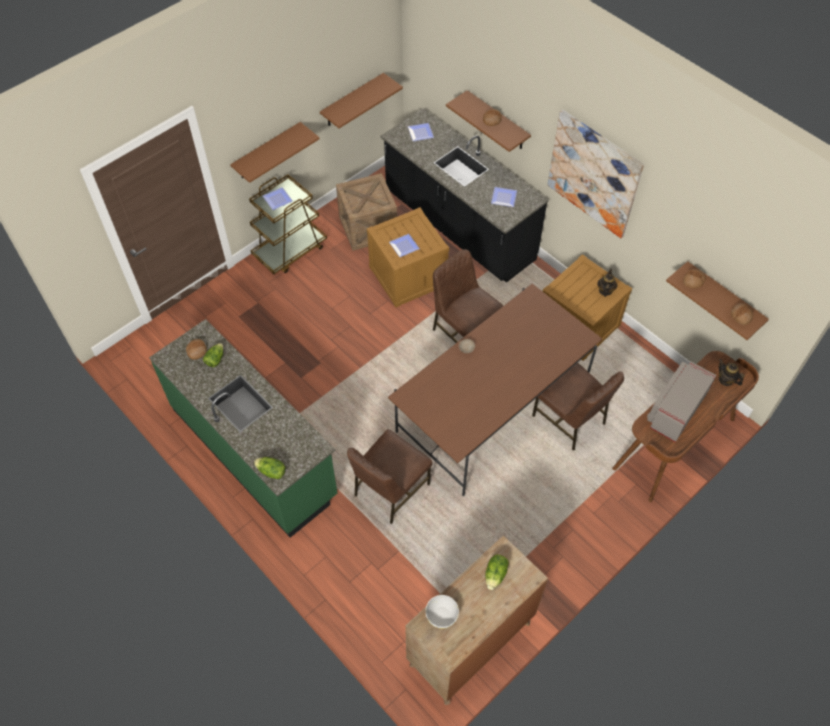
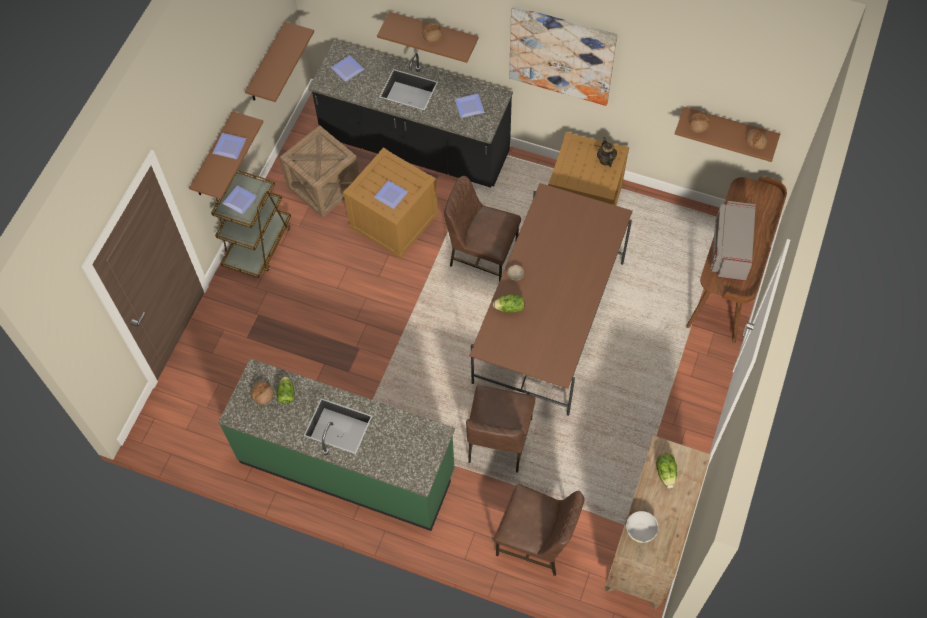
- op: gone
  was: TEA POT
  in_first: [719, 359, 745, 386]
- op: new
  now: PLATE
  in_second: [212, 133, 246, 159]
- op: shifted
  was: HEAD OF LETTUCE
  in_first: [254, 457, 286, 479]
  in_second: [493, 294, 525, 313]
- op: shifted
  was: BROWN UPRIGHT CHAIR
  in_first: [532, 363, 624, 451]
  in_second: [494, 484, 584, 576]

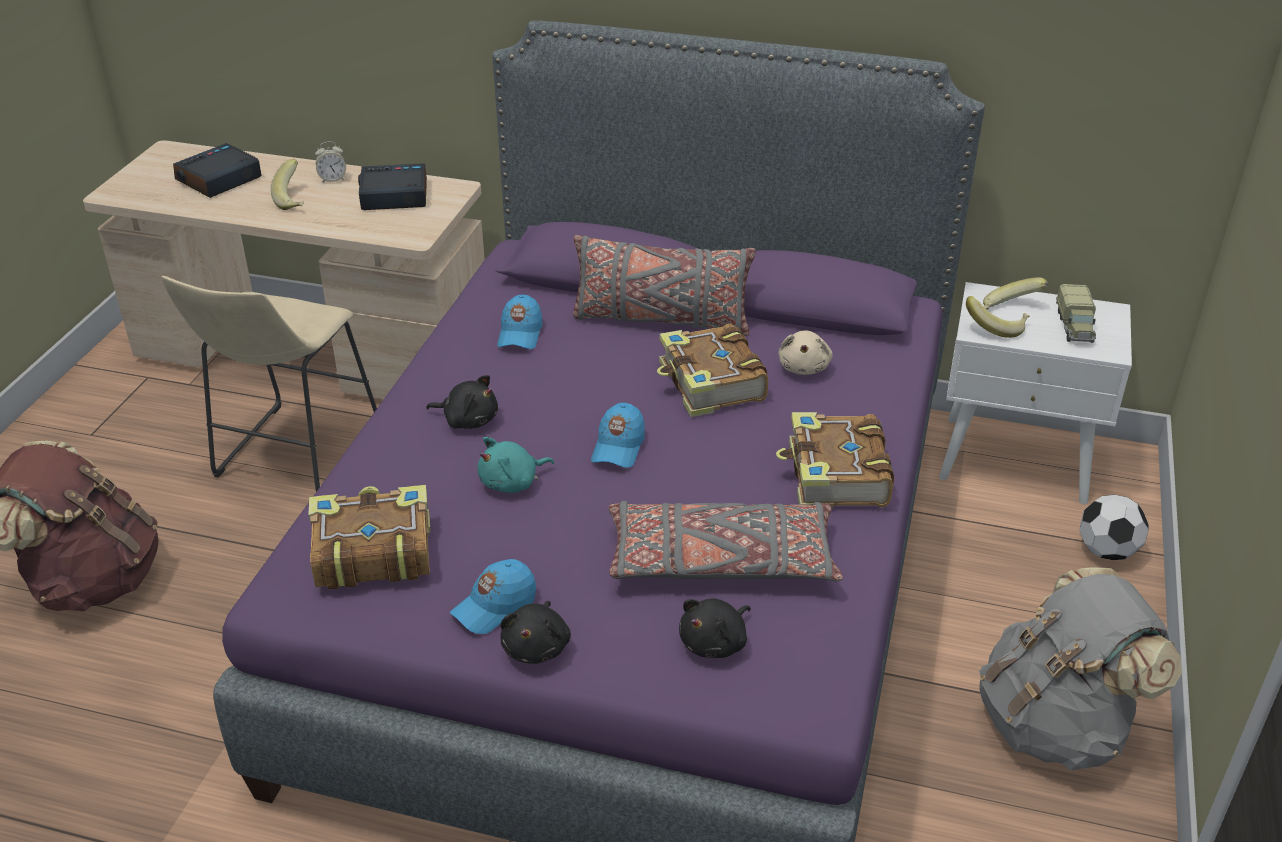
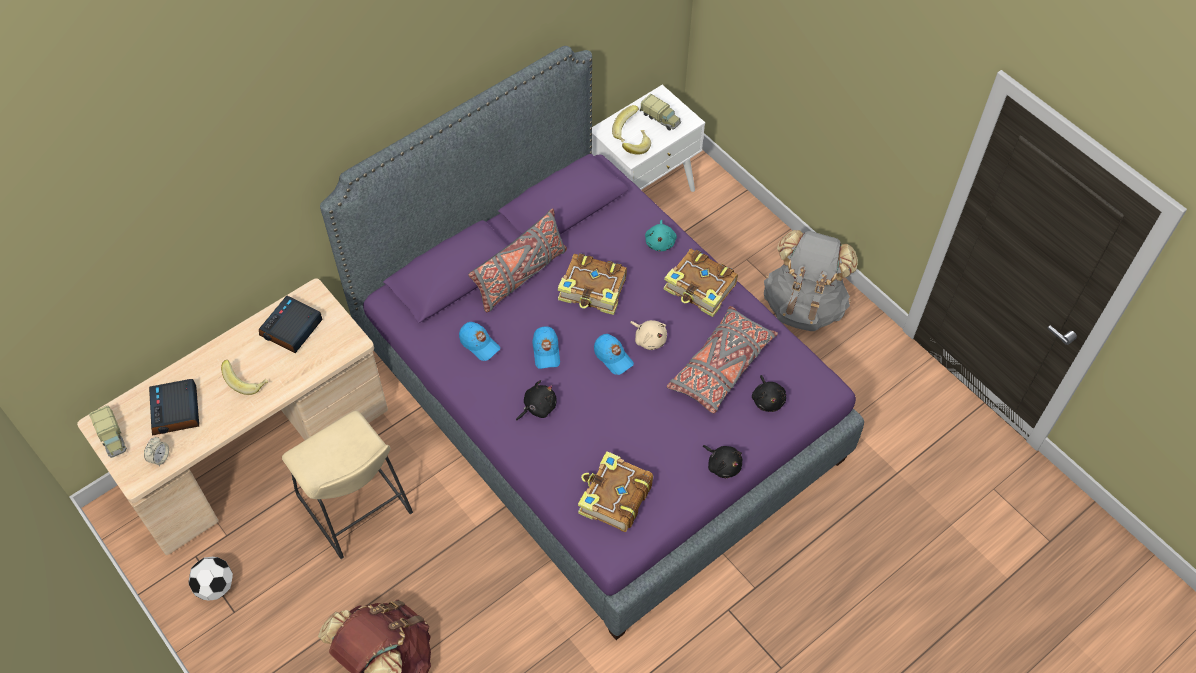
- op: new
  now: TOY LORRY
  in_second: [89, 406, 127, 458]
- op: shifted
  was: ALARM CLOCK
  in_first: [315, 141, 346, 182]
  in_second: [144, 437, 169, 466]
- op: shifted
  was: BLUE-COLOURED BASEBALL CAP
  in_first: [450, 559, 536, 634]
  in_second: [533, 326, 560, 369]
- op: shifted
  was: TURQUOISE-COLOURED SOFT TOY
  in_first: [477, 437, 554, 493]
  in_second: [645, 220, 677, 251]
- op: shifted
  was: SAND-COLOURED SOFT TOY
  in_first: [778, 330, 833, 375]
  in_second: [630, 320, 667, 350]
- op: shifted
  was: FOOTBALL BALL
  in_first: [1079, 495, 1149, 560]
  in_second: [188, 557, 233, 601]

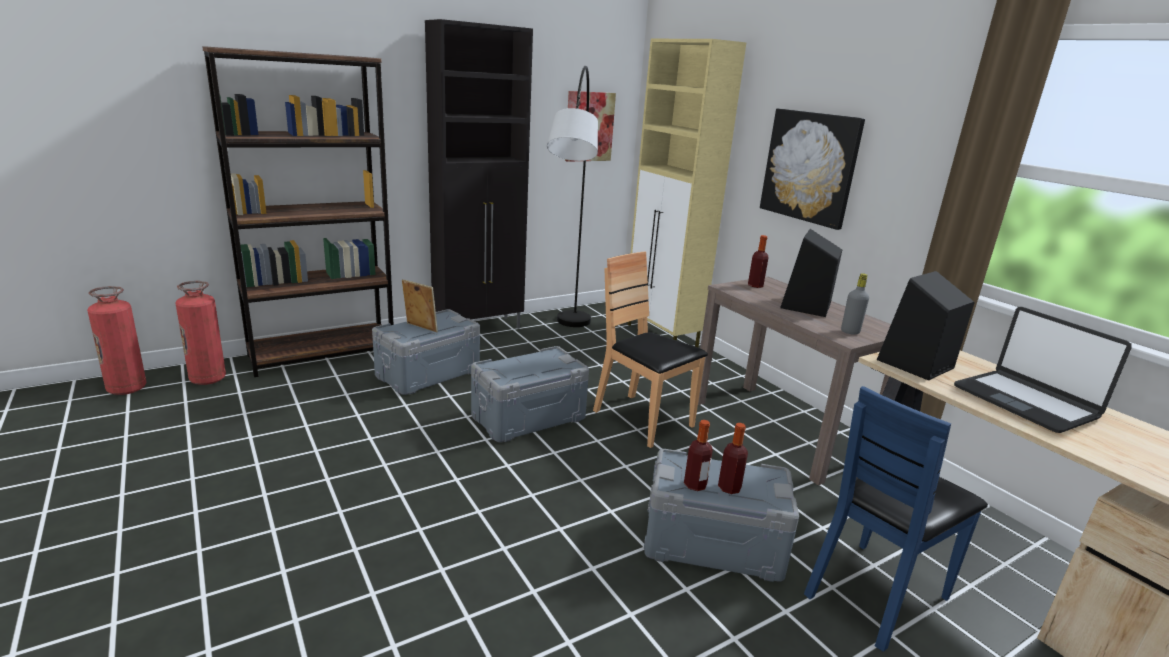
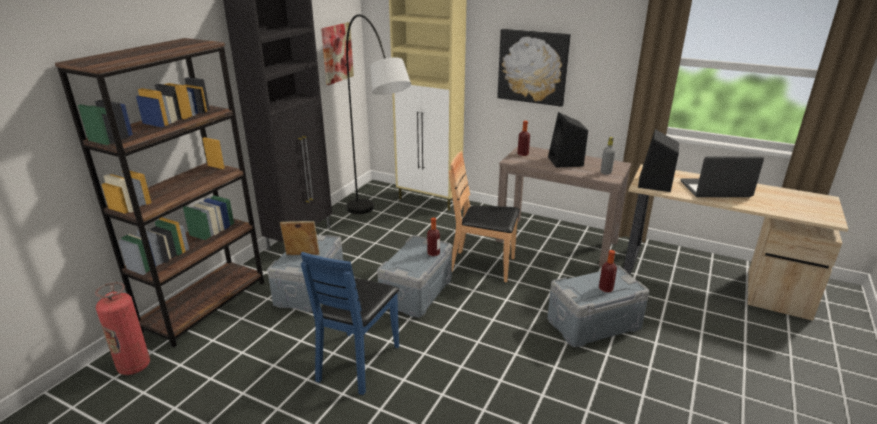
- op: gone
  was: FIRE-FIGHTING CYLINDER
  in_first: [87, 286, 146, 395]
- op: shifted
  was: BOTTLE
  in_first: [684, 420, 713, 491]
  in_second: [427, 217, 440, 256]
- op: shifted
  was: BLUE-COLOURED UPRIGHT CHAIR
  in_first: [804, 386, 988, 652]
  in_second: [301, 252, 399, 395]
- op: rotated
  was: NOTEBOOK COMPUTER
  in_first: [954, 307, 1132, 433]
  in_second: [680, 156, 764, 197]
  clockwise: 150

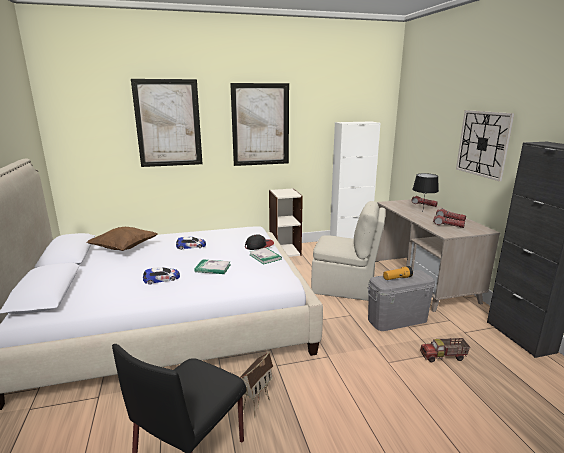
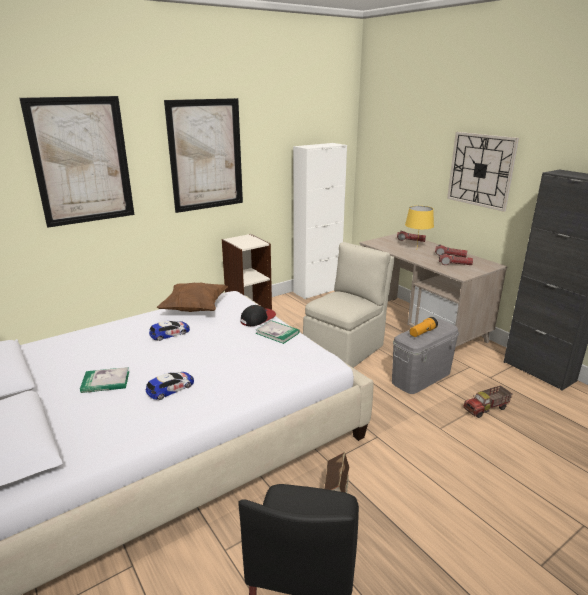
- op: shifted
  was: BROWN CUSHION
  in_first: [87, 227, 157, 251]
  in_second: [156, 282, 228, 312]
- op: shifted
  was: BOUND BOOK
  in_first: [194, 259, 231, 274]
  in_second: [80, 367, 129, 393]
- op: repainted
  was: BLACK TABLETOP LAMP
  now: YELLOW-COLOURED TABLETOP LAMP
  in_first: [412, 173, 439, 207]
  in_second: [405, 206, 434, 245]
- op: rotated
  was: SAND-COLOURED UPRIGHT CHAIR
  in_first: [311, 201, 385, 301]
  in_second: [303, 242, 395, 368]
  clockwise: -45

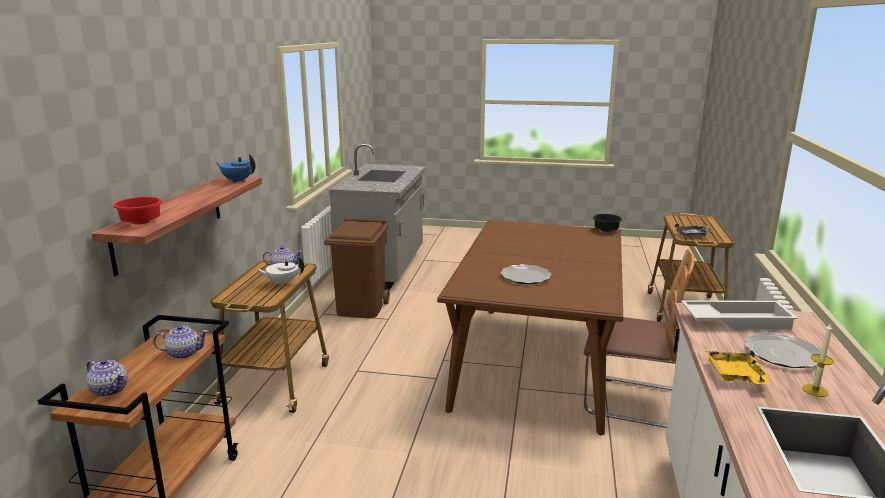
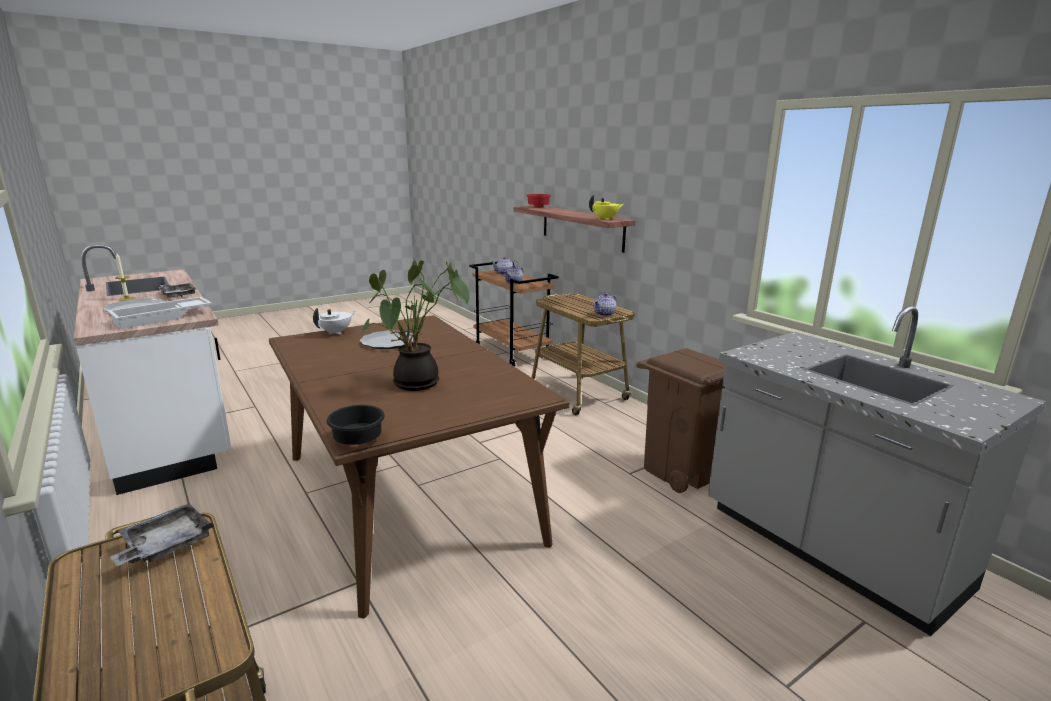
- op: gone
  was: UPRIGHT CHAIR
  in_first: [584, 249, 695, 428]
- op: new
  now: POTTED PLANT
  in_second: [362, 261, 470, 391]
- op: shifted
  was: WHITISH TEA POT
  in_first: [256, 257, 304, 286]
  in_second: [313, 308, 355, 335]
- op: repainted
  was: BLUE-COLOURED TEA POT
  now: YELLOW-COLOURED TEA POT
  in_first: [216, 154, 256, 183]
  in_second: [589, 195, 624, 220]
- op: repainted
  was: YELLOW-COLOURED CARRYING TRAY
  now: GREYISH CARRYING TRAY
  in_first: [706, 350, 770, 384]
  in_second: [158, 283, 197, 298]

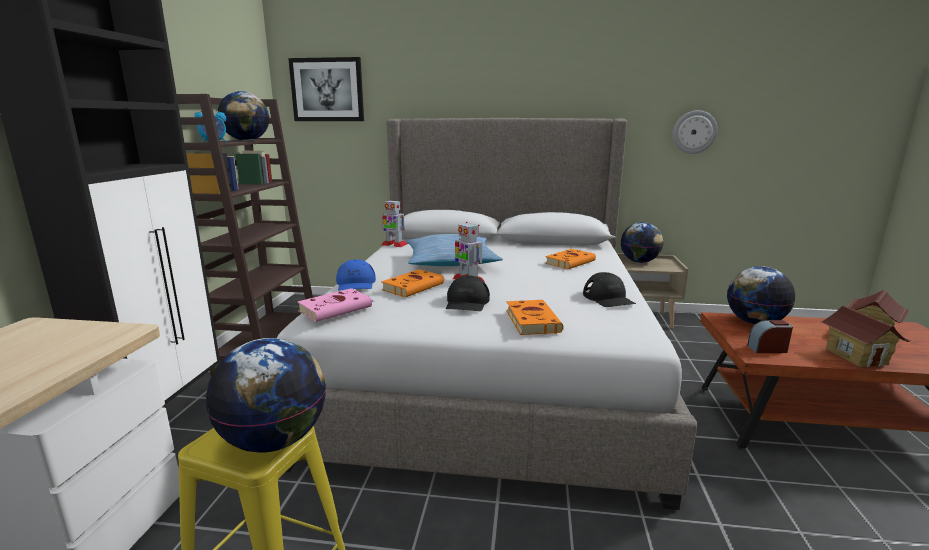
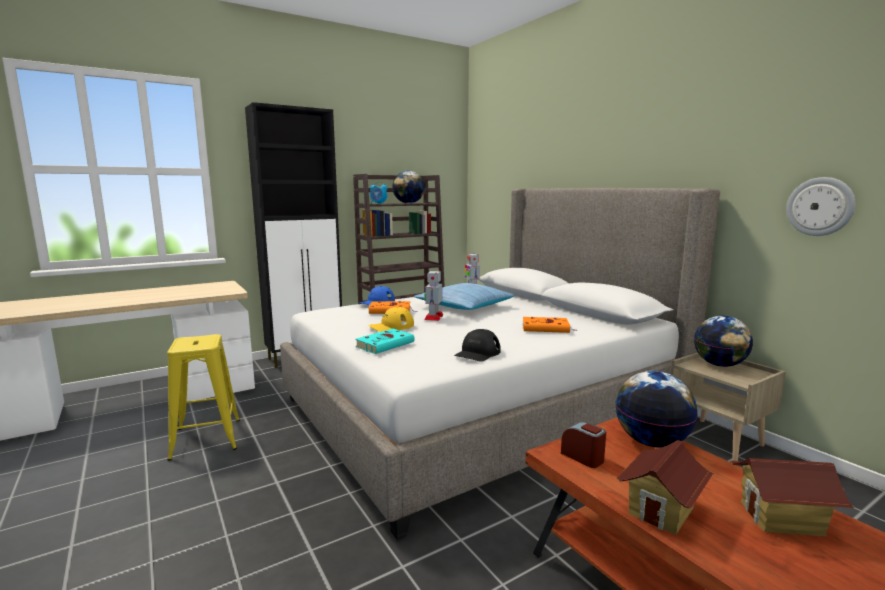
- op: gone
  was: WORLD GLOBE
  in_first: [206, 338, 326, 453]
- op: gone
  was: PICTURE
  in_first: [288, 57, 364, 121]
- op: gone
  was: PINK-COLOURED BOUND BOOK
  in_first: [297, 288, 373, 322]
- op: repainted
  was: BLACK BASEBALL CAP
  now: YELLOW-COLOURED BASEBALL CAP
  in_first: [446, 275, 490, 311]
  in_second: [368, 307, 414, 332]
- op: repainted
  was: ORANGE-COLOURED BOUND BOOK
  now: TURQUOISE-COLOURED BOUND BOOK
  in_first: [506, 300, 564, 335]
  in_second: [355, 329, 415, 354]

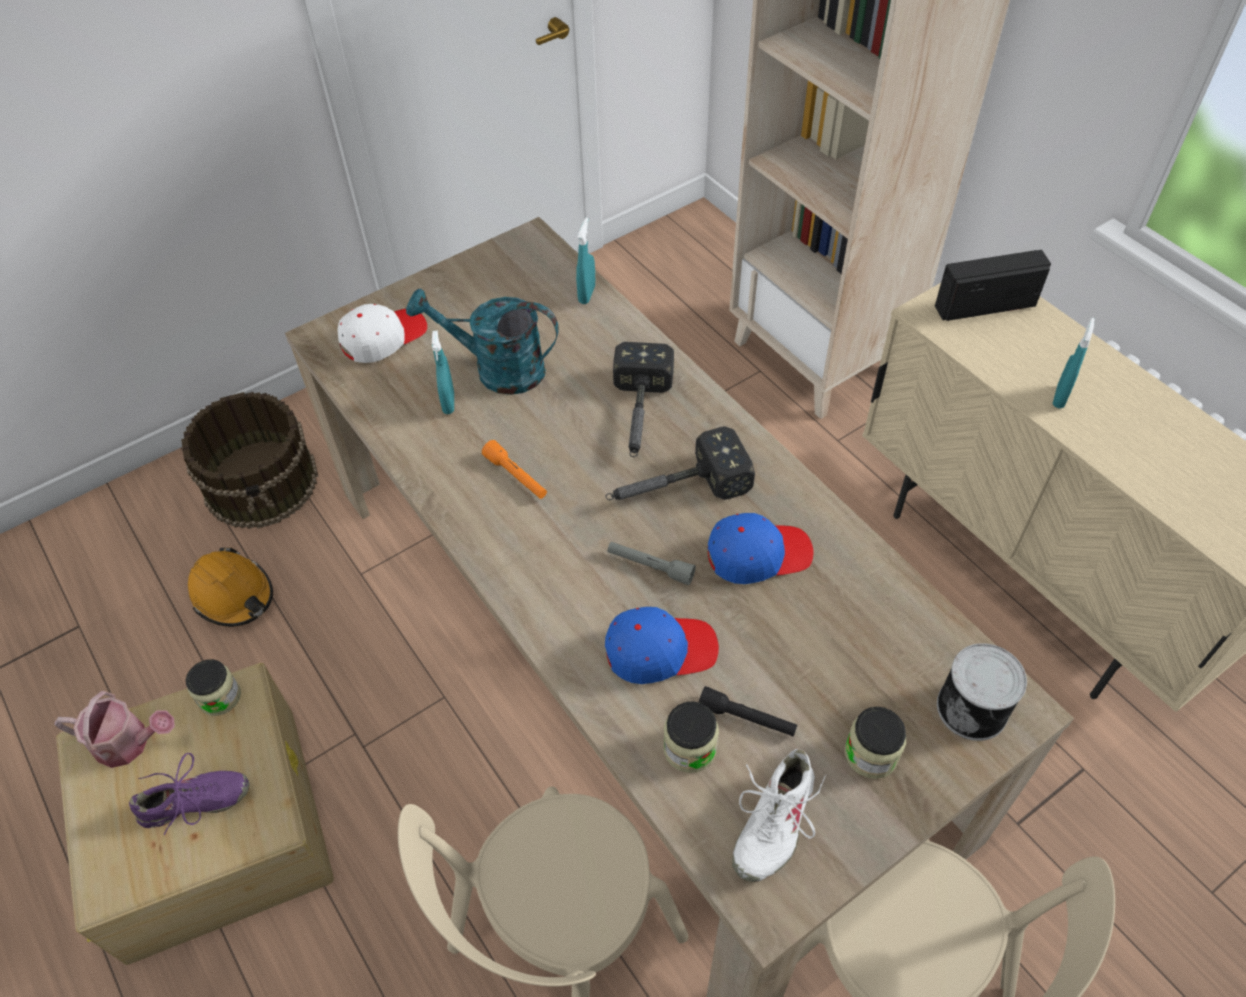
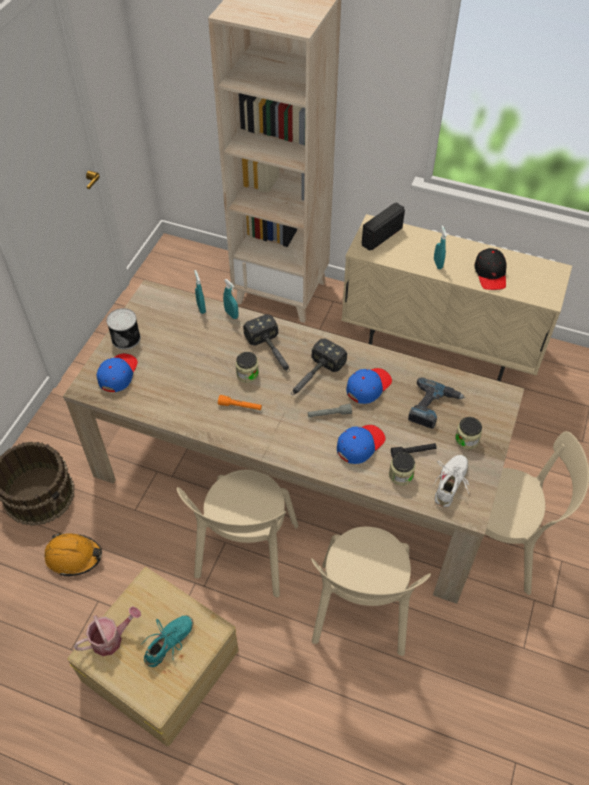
- op: gone
  was: TURQUOISE-COLOURED WATERING POT
  in_first: [406, 289, 559, 395]
- op: new
  now: SAND-COLOURED UPRIGHT CHAIR
  in_second: [177, 470, 298, 597]
- op: new
  now: ELECTRIC DRILL
  in_second: [408, 378, 465, 429]
- op: new
  now: BLACK BASEBALL CAP
  in_second: [474, 248, 507, 290]
- op: shifted
  was: PRESERVE JAR
  in_first: [185, 659, 241, 716]
  in_second: [236, 352, 259, 383]
- op: shifted
  was: TURQUOISE-COLOURED SPRAYER
  in_first: [432, 331, 454, 414]
  in_second: [223, 279, 239, 319]
- op: shifted
  was: CAN
  in_first: [937, 643, 1027, 741]
  in_second: [106, 308, 141, 350]
- op: repainted
  was: PURPLE ITEM OF FOOTWEAR
  now: TURQUOISE-COLOURED ITEM OF FOOTWEAR
  in_first: [129, 753, 250, 836]
  in_second: [142, 615, 193, 667]
- op: repainted
  was: WHITISH BASEBALL CAP
  now: BLUE-COLOURED BASEBALL CAP
  in_first: [337, 304, 427, 363]
  in_second: [97, 353, 137, 392]
- op: rotated
  was: WHITISH ITEM OF FOOTWEAR
  in_first: [732, 749, 827, 882]
  in_second: [434, 455, 469, 507]
  clockwise: -150

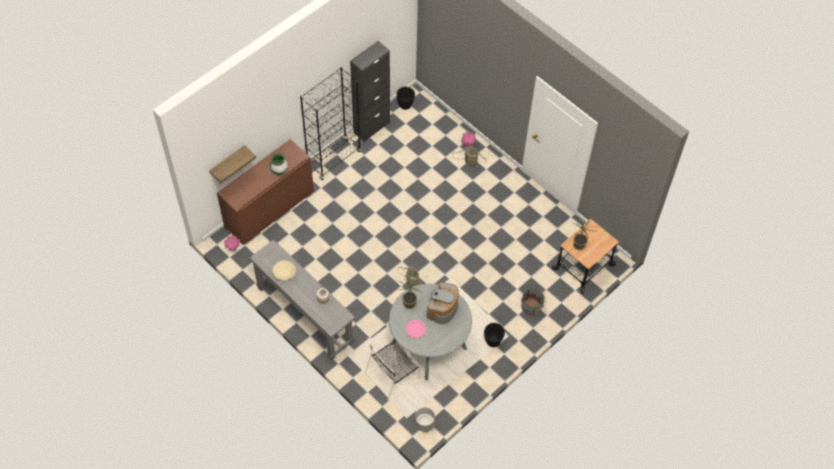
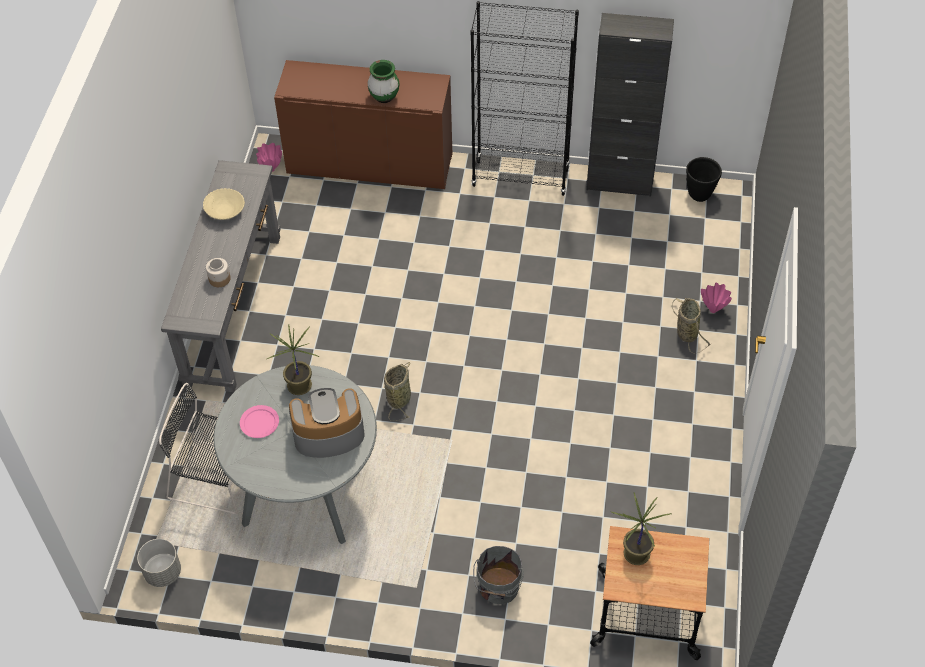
- op: gone
  was: SHELF
  in_first: [209, 145, 256, 183]
- op: gone
  was: BLACK PLANT POT
  in_first: [484, 323, 505, 347]

